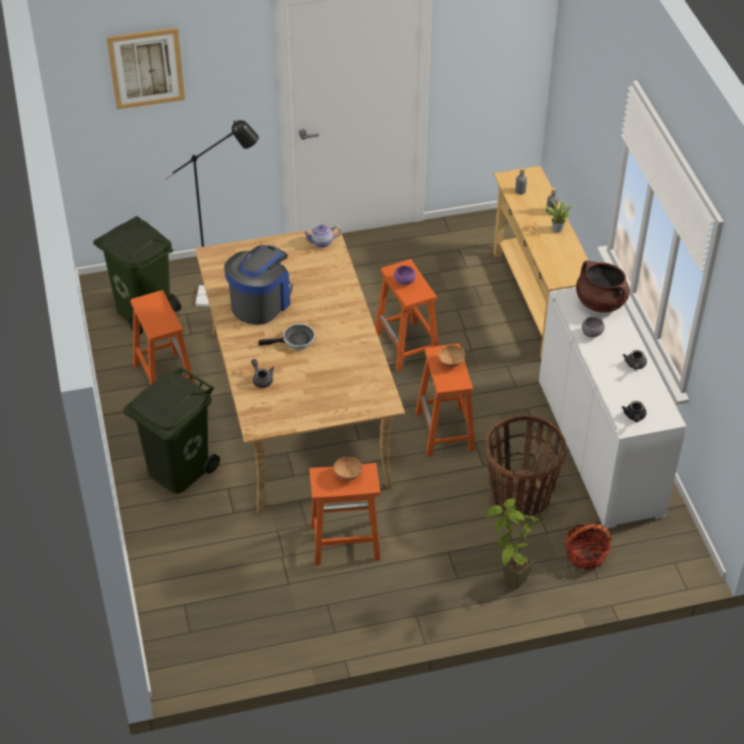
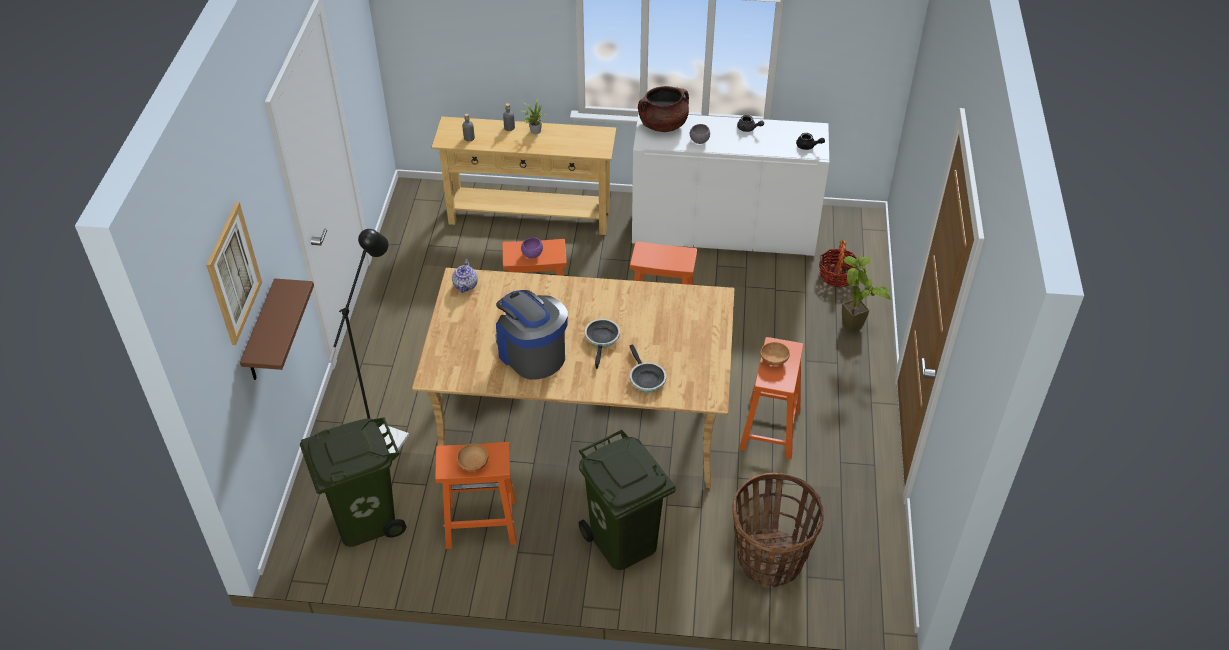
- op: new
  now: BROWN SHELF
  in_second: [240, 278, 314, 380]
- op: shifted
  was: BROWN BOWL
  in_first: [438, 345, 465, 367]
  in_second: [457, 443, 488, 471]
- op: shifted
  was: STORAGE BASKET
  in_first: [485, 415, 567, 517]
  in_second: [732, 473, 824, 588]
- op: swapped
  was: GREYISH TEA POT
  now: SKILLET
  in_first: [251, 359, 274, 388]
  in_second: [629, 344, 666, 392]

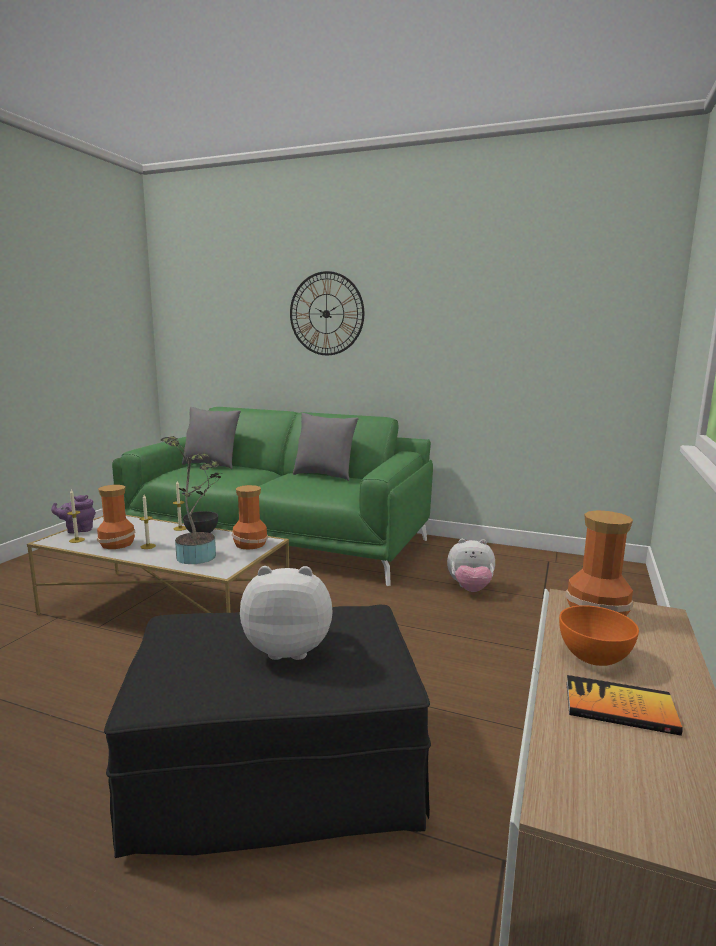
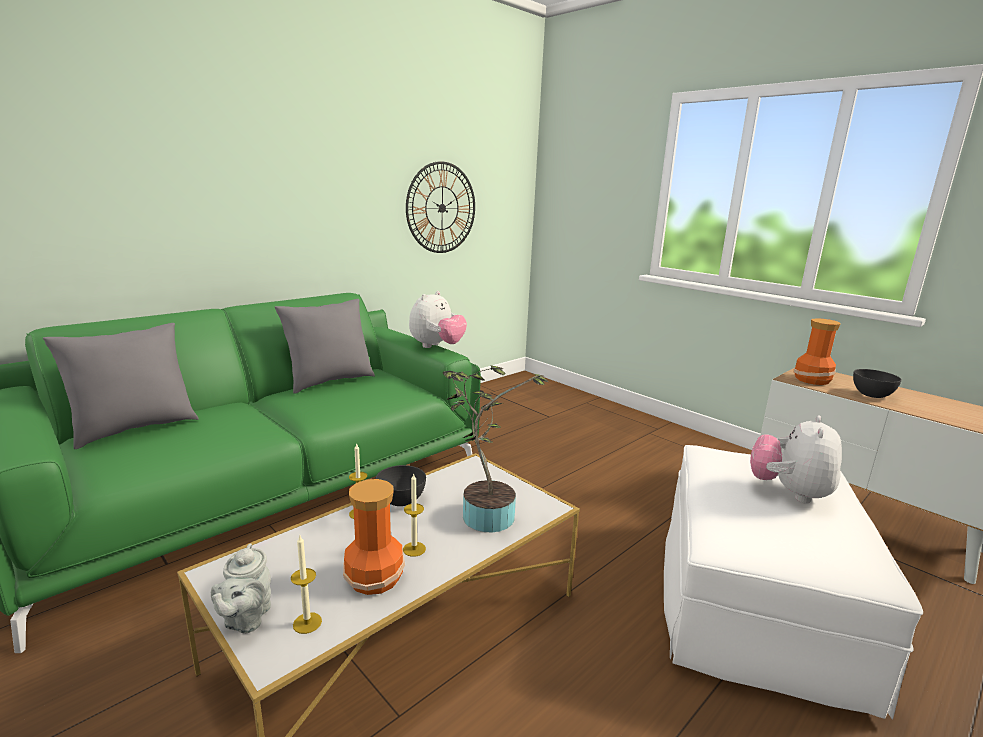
- op: gone
  was: DECORATIVE VASE
  in_first: [232, 485, 268, 550]
- op: gone
  was: BOUND BOOK
  in_first: [566, 675, 683, 736]
- op: shifted
  was: WALL CLOCK
  in_first: [290, 271, 364, 355]
  in_second: [406, 161, 475, 253]
- op: shifted
  was: SOFT TOY
  in_first: [447, 539, 495, 592]
  in_second: [409, 291, 467, 348]
- op: repainted
  was: PURPLE TEA POT
  now: GREYISH TEA POT
  in_first: [51, 495, 96, 533]
  in_second: [211, 543, 271, 634]
- op: repainted
  was: BLACK POUFFE
  now: WHITISH POUFFE
  in_first: [104, 605, 431, 858]
  in_second: [664, 445, 923, 719]
- op: repainted
  was: ORANGE-COLOURED BOWL
  now: GREYISH BOWL
  in_first: [559, 605, 639, 666]
  in_second: [853, 369, 902, 398]

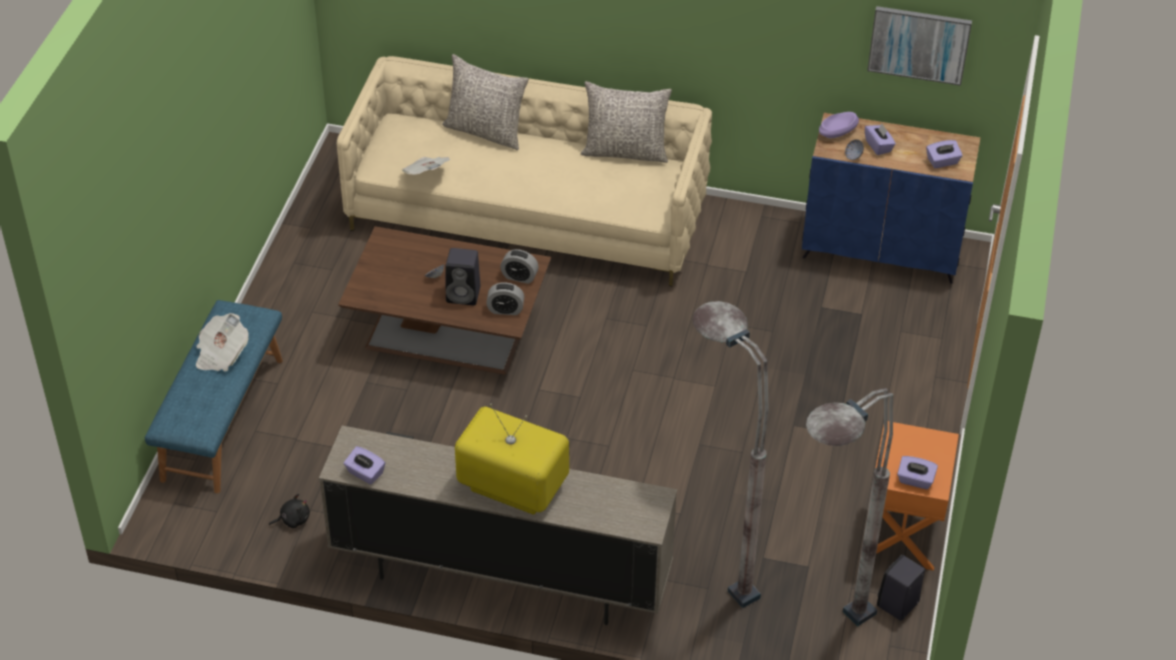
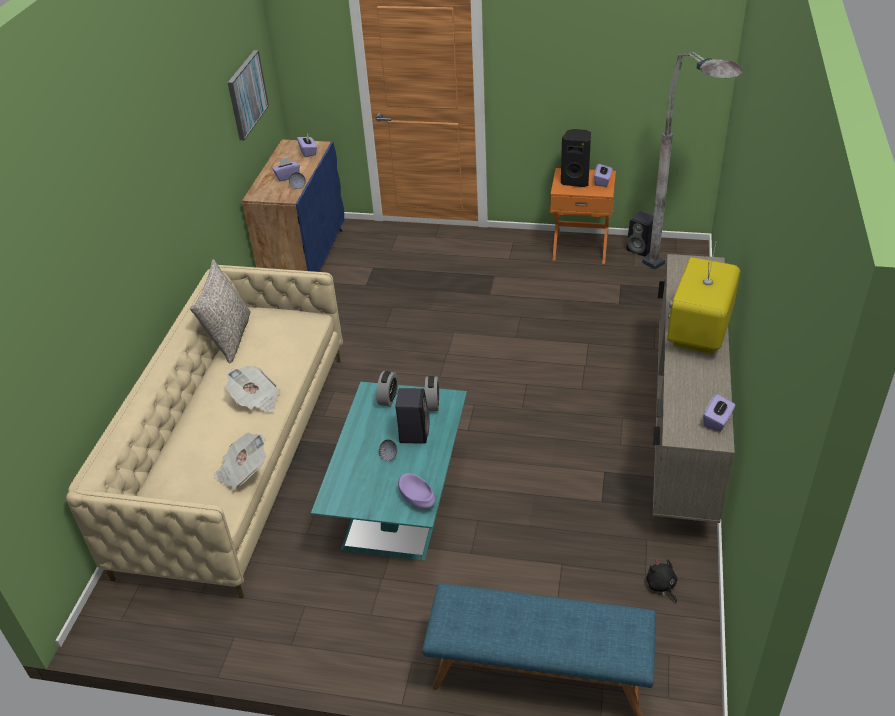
- op: gone
  was: GREYISH CUSHION
  in_first: [442, 54, 529, 150]
- op: gone
  was: GREYISH FLOOR LAMP
  in_first: [693, 301, 769, 608]
- op: new
  now: BLACK LOUDSPEAKER
  in_second: [561, 129, 591, 187]
- op: shifted
  was: DAILY PAPER
  in_first: [196, 313, 249, 372]
  in_second: [226, 366, 281, 412]
- op: shifted
  was: PURPLE BOWL
  in_first: [819, 112, 859, 138]
  in_second: [398, 473, 435, 509]
- op: repainted
  was: BROWN COFFEE TABLE
  now: TURQUOISE-COLOURED COFFEE TABLE
  in_first: [338, 226, 551, 375]
  in_second: [311, 382, 467, 561]

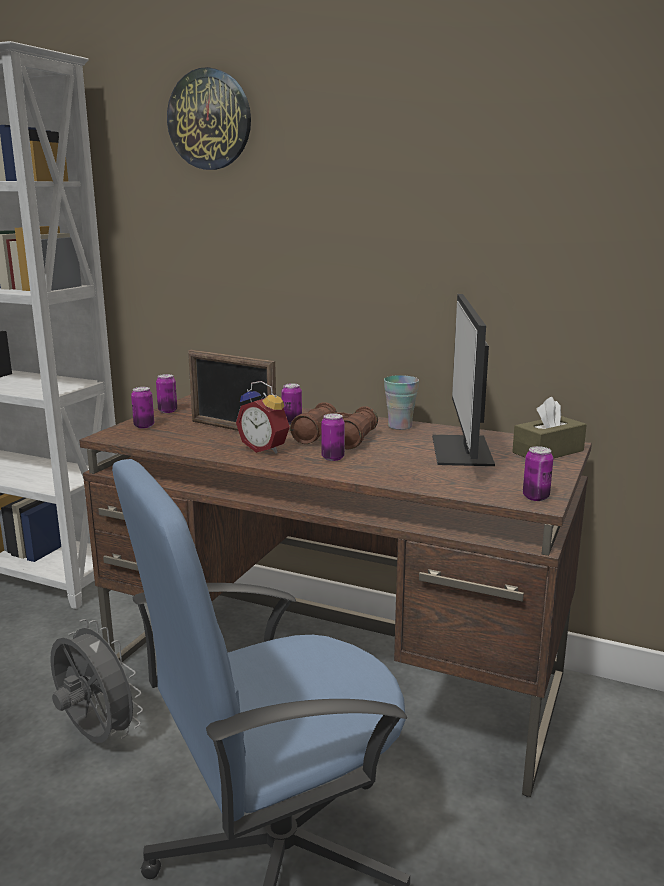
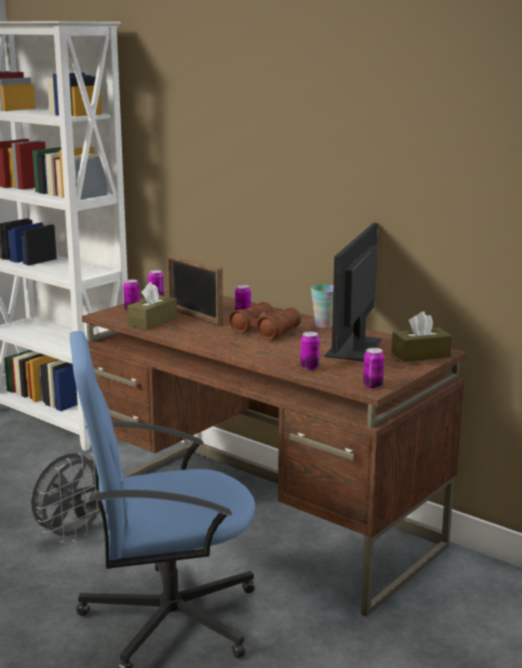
- op: gone
  was: WALL CLOCK
  in_first: [167, 67, 251, 170]
- op: gone
  was: ALARM CLOCK
  in_first: [236, 381, 290, 453]
- op: new
  now: BROWN TISSUE HOLDER
  in_second: [127, 282, 177, 329]
- op: shifted
  was: CAN
  in_first: [321, 413, 345, 461]
  in_second: [300, 332, 320, 370]
- op: rotated
  was: GREYISH FAN
  in_first: [50, 619, 143, 743]
  in_second: [31, 453, 100, 543]
  clockwise: 75

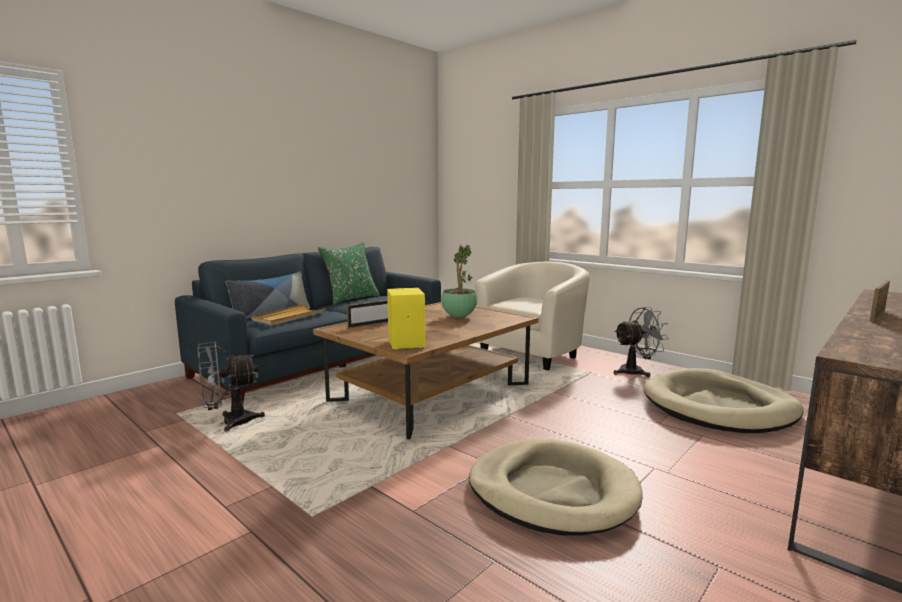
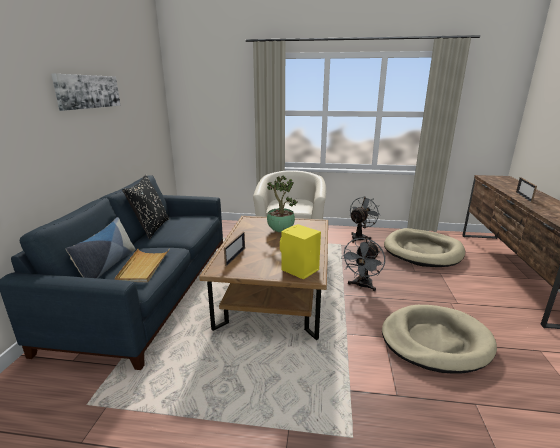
- op: new
  now: PICTURE
  in_second: [51, 74, 121, 111]
- op: shifted
  was: GREYISH FAN
  in_first: [198, 341, 265, 432]
  in_second: [341, 238, 385, 291]
- op: repainted
  was: GREEN CUSHION
  now: BLACK CUSHION
  in_first: [318, 242, 380, 305]
  in_second: [122, 175, 169, 239]

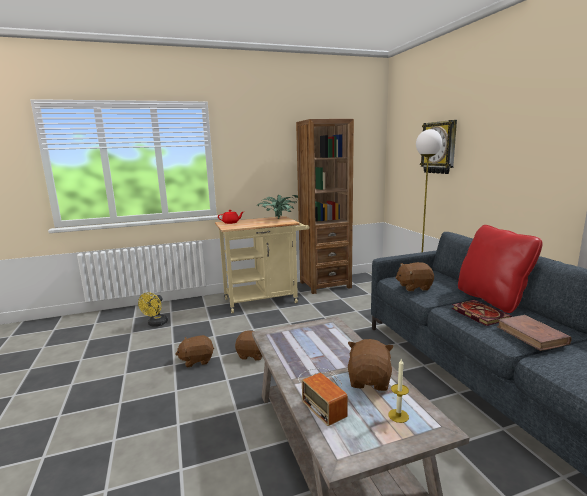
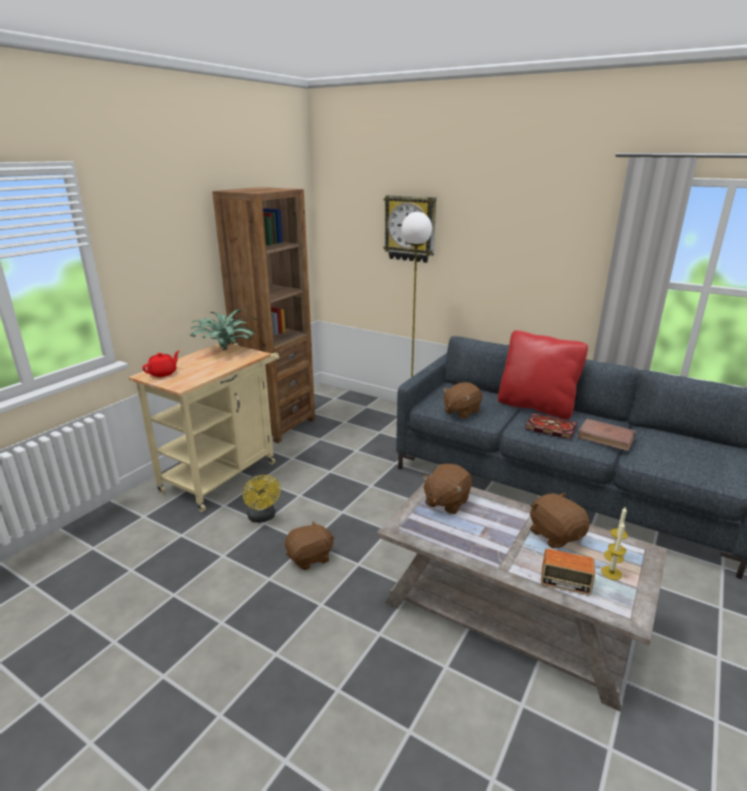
- op: new
  now: WAX LIGHT
  in_second: [601, 521, 626, 580]
- op: shifted
  was: YELLOW-COLOURED FAN
  in_first: [138, 292, 168, 327]
  in_second: [243, 475, 281, 523]
- op: shifted
  was: BROWN SOFT TOY
  in_first: [175, 335, 214, 367]
  in_second: [422, 464, 472, 514]

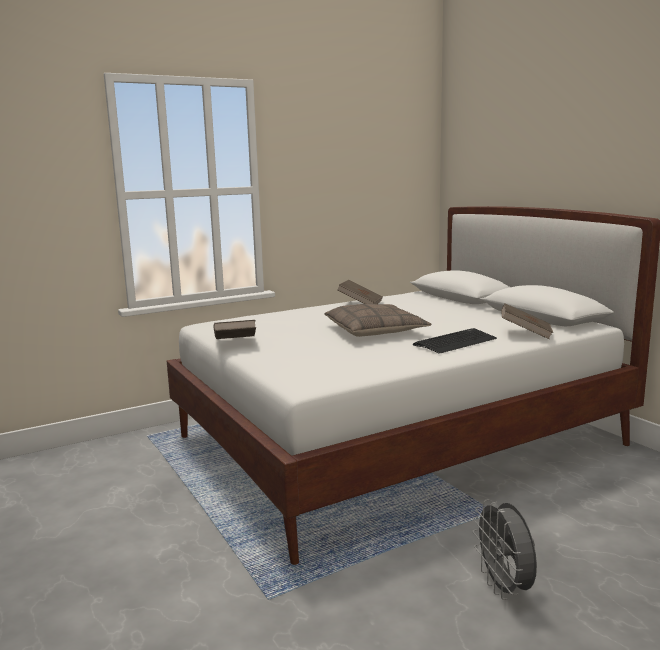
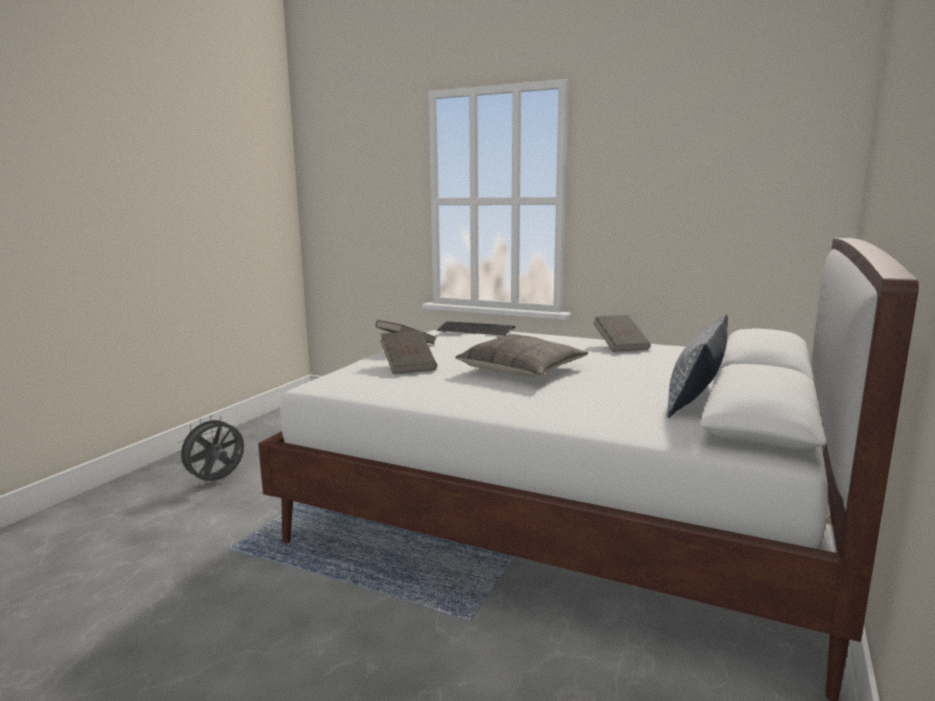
- op: new
  now: CUSHION
  in_second: [667, 314, 728, 418]
- op: shifted
  was: PC KEYBOARD
  in_first: [413, 328, 497, 354]
  in_second: [437, 322, 515, 335]
- op: shifted
  was: GREYISH FAN
  in_first: [472, 499, 537, 600]
  in_second: [176, 416, 244, 481]
- op: shifted
  was: BROWN BOUND BOOK
  in_first: [501, 303, 553, 339]
  in_second: [380, 331, 437, 374]

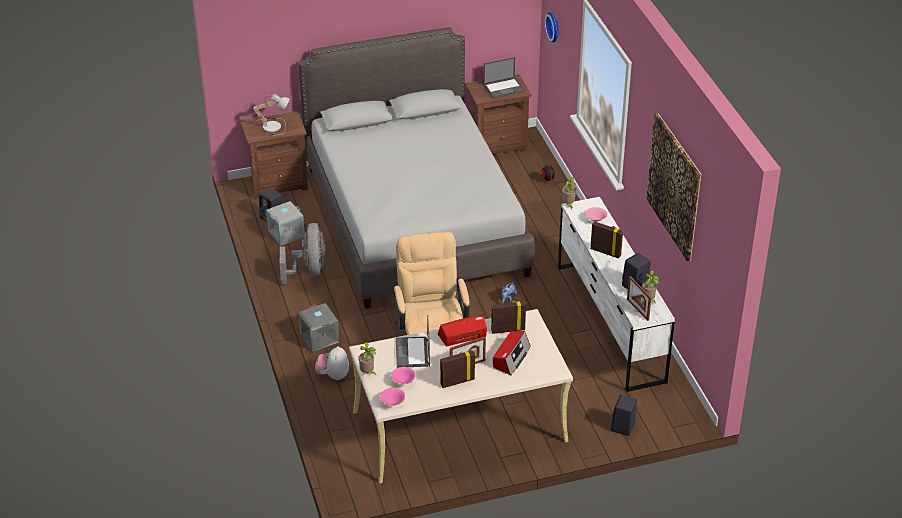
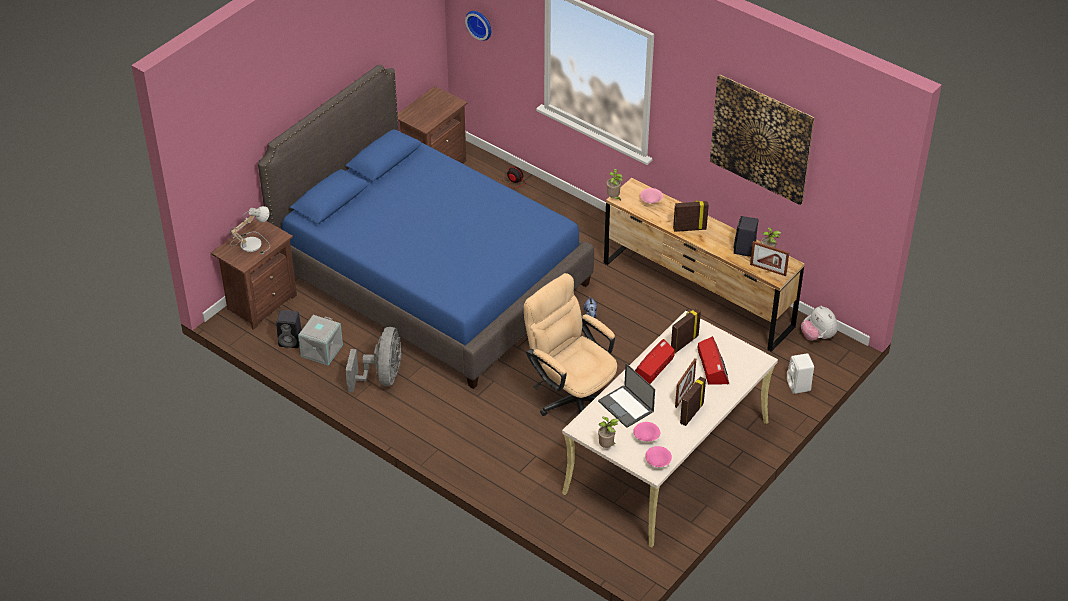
- op: gone
  was: GREYISH STORAGE BOX
  in_first: [299, 303, 339, 352]
- op: gone
  was: NOTEBOOK COMPUTER
  in_first: [483, 57, 525, 99]
- op: shifted
  was: SOFT TOY
  in_first: [315, 346, 349, 380]
  in_second: [801, 306, 838, 341]
- op: repainted
  was: GREYISH BED
  now: BLUE-COLOURED BED
  in_first: [298, 27, 535, 309]
  in_second: [258, 64, 594, 389]
- op: repainted
  was: WHITISH DRESSER
  now: BROWN DRESSER
  in_first: [558, 197, 675, 392]
  in_second: [604, 178, 805, 352]
- op: repainted
  was: BLACK LOUDSPEAKER
  now: WHITISH LOUDSPEAKER
  in_first: [611, 395, 637, 436]
  in_second: [787, 353, 814, 394]
- op: rotated
  was: GREYISH FAN
  in_first: [280, 223, 326, 285]
  in_second: [345, 327, 402, 392]
  clockwise: 45

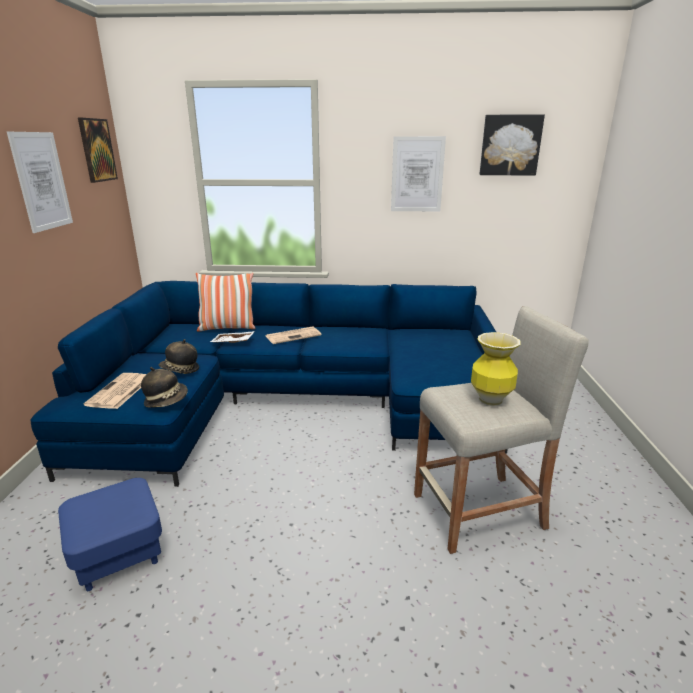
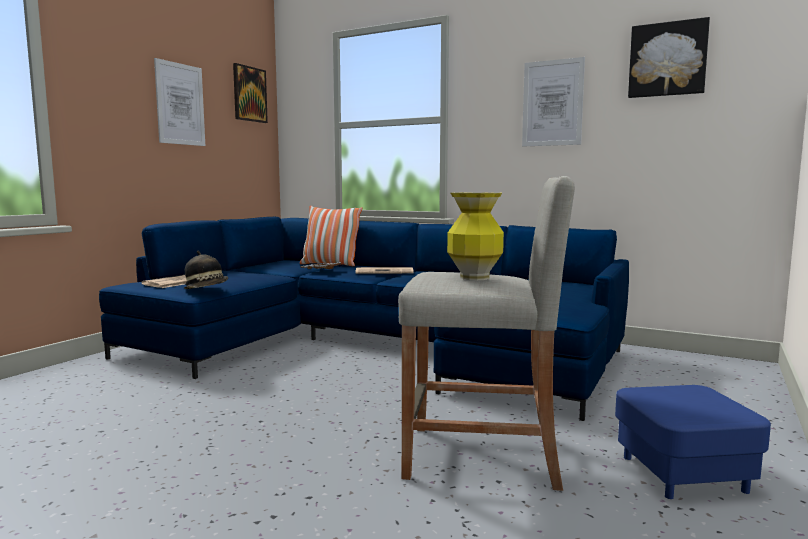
- op: gone
  was: HAT
  in_first: [159, 339, 199, 374]
- op: shifted
  was: BLUE-COLOURED POUFFE
  in_first: [58, 478, 162, 591]
  in_second: [615, 385, 771, 499]

